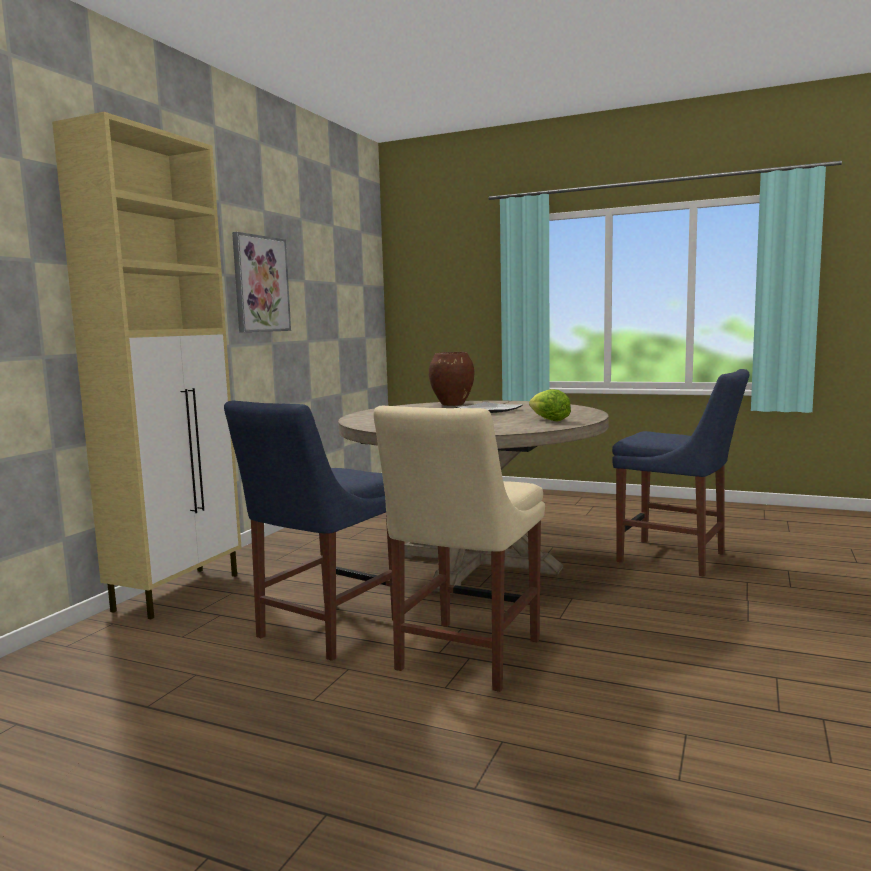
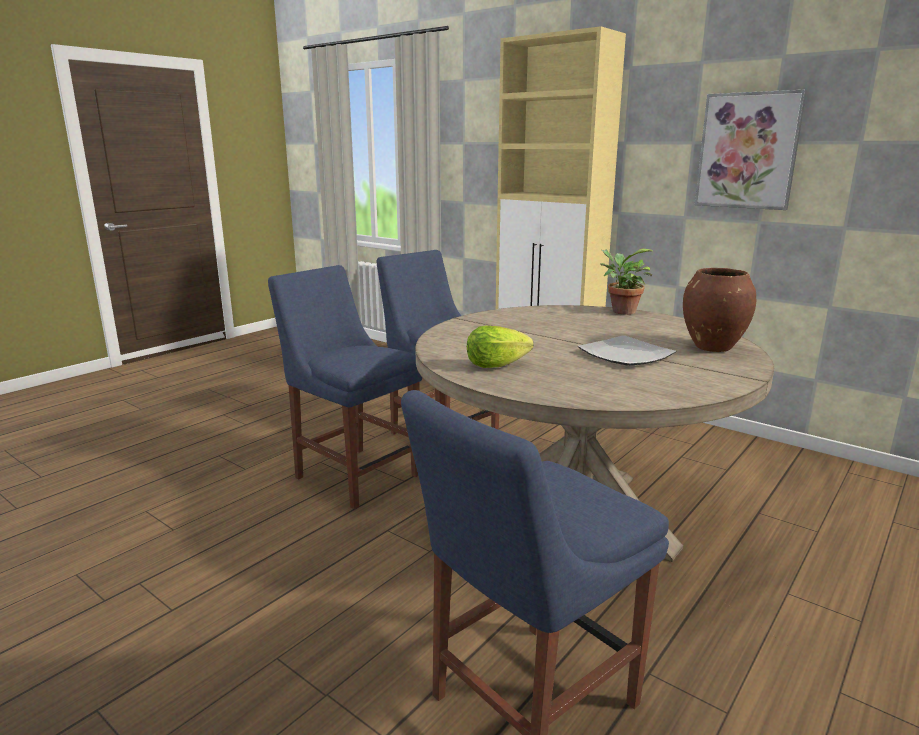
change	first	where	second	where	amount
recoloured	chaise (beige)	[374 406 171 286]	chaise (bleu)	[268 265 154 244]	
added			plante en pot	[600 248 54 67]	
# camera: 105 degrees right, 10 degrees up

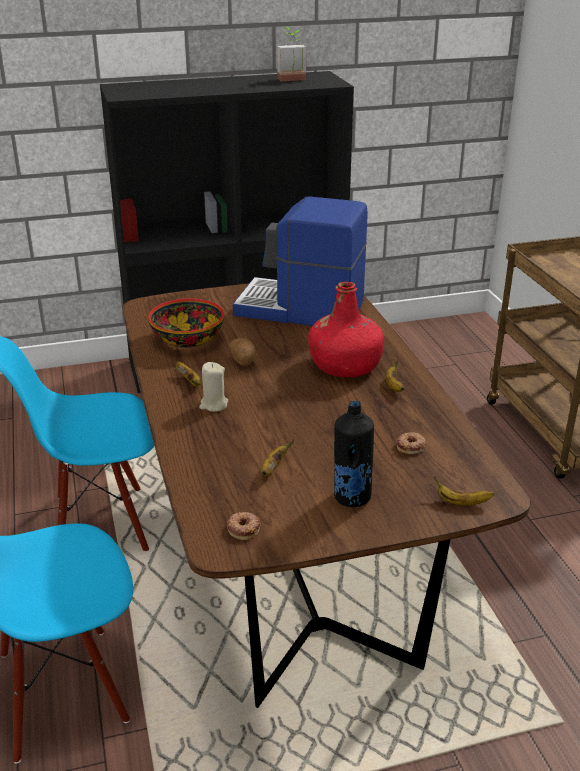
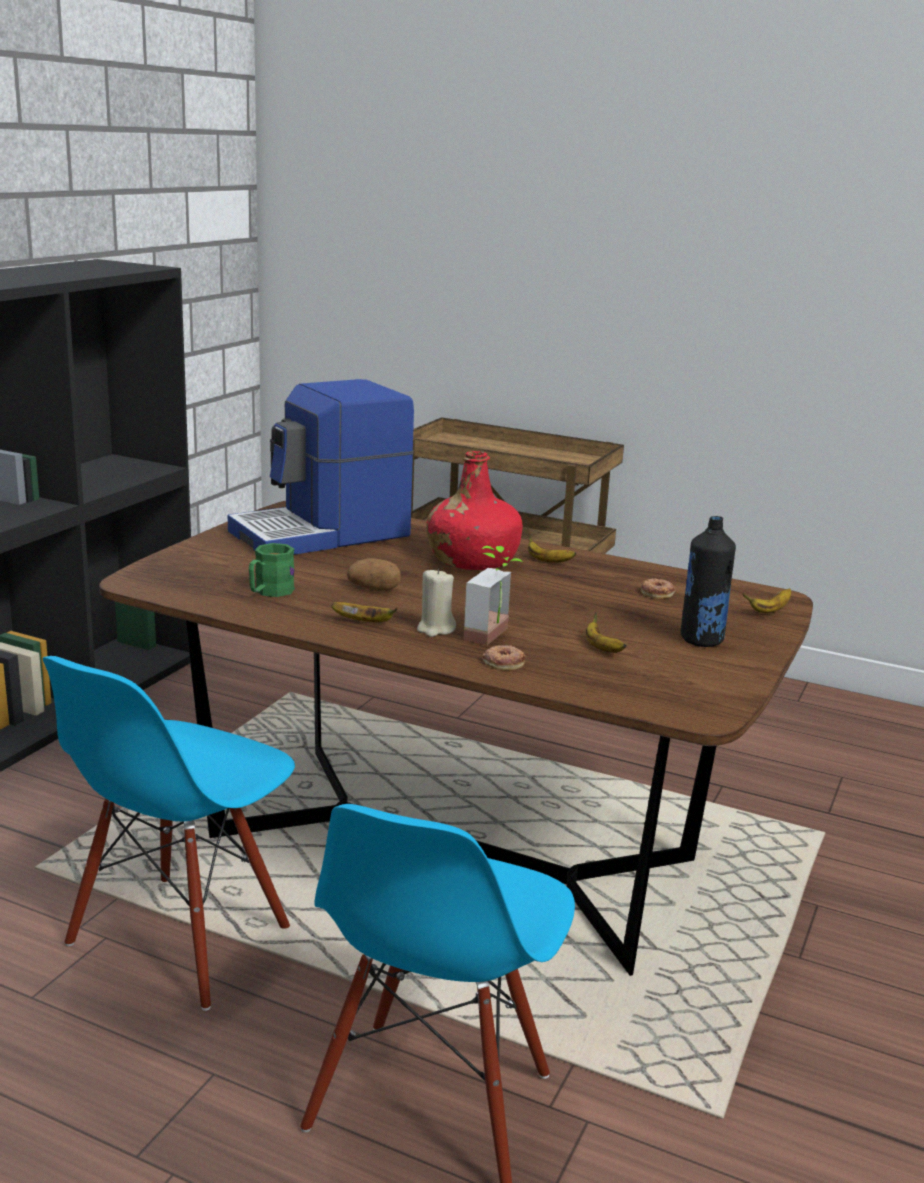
change	first	where	second	where	amount
replaced	bol	[148 298 76 50]	mug (vert)	[249 543 46 54]	
moved	plante en pot	[277 27 29 54]		[464 546 59 99]	
moved	beignet	[227 512 34 28]		[483 645 42 25]	
# camera: 50 degrees left, 10 degrees down

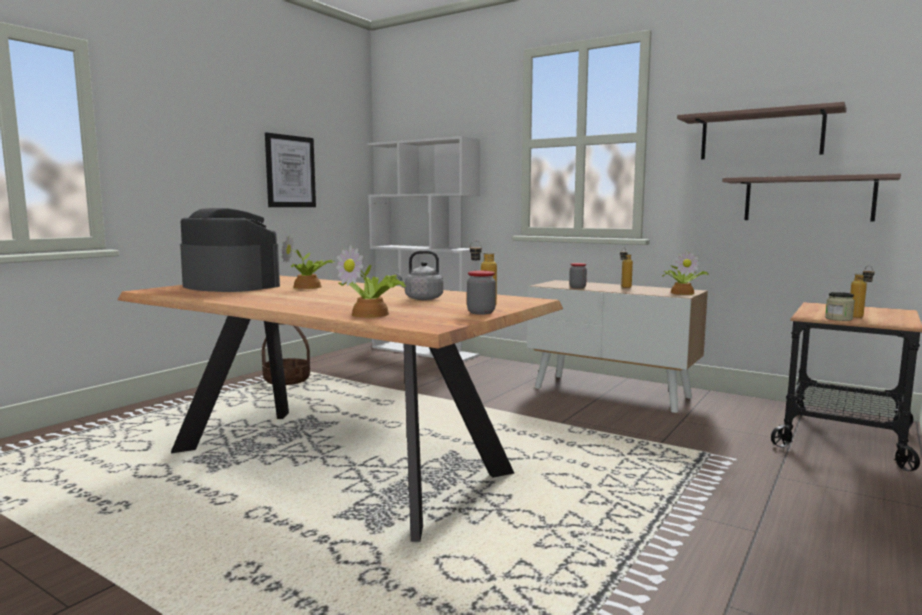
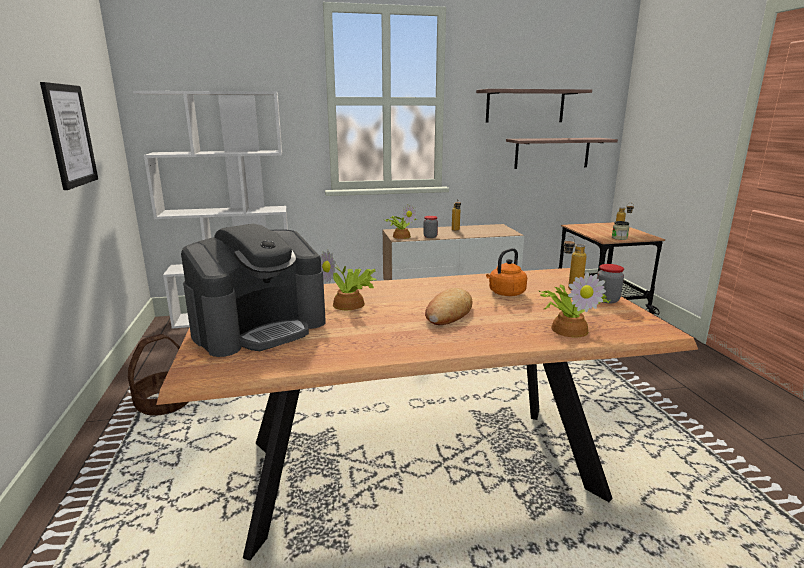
change	first	where	second	where	amount
turned	machine à café	[180 208 100 84]		[181 223 145 134]	150 degrees clockwise
moved	plante en pot	[662 251 47 44]		[383 204 35 35]	
added			pain	[425 288 48 37]	
recoloured	bouilloire (gris)	[395 251 48 49]	bouilloire (orange)	[486 248 41 48]	
# camera: 45 degrees left, 10 degrees up

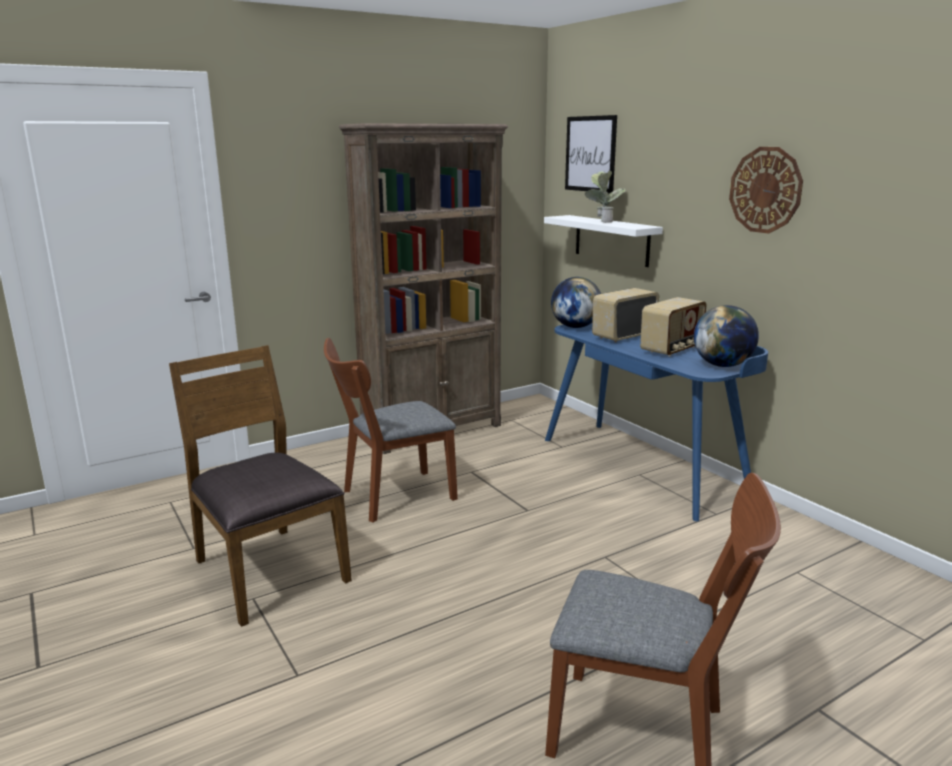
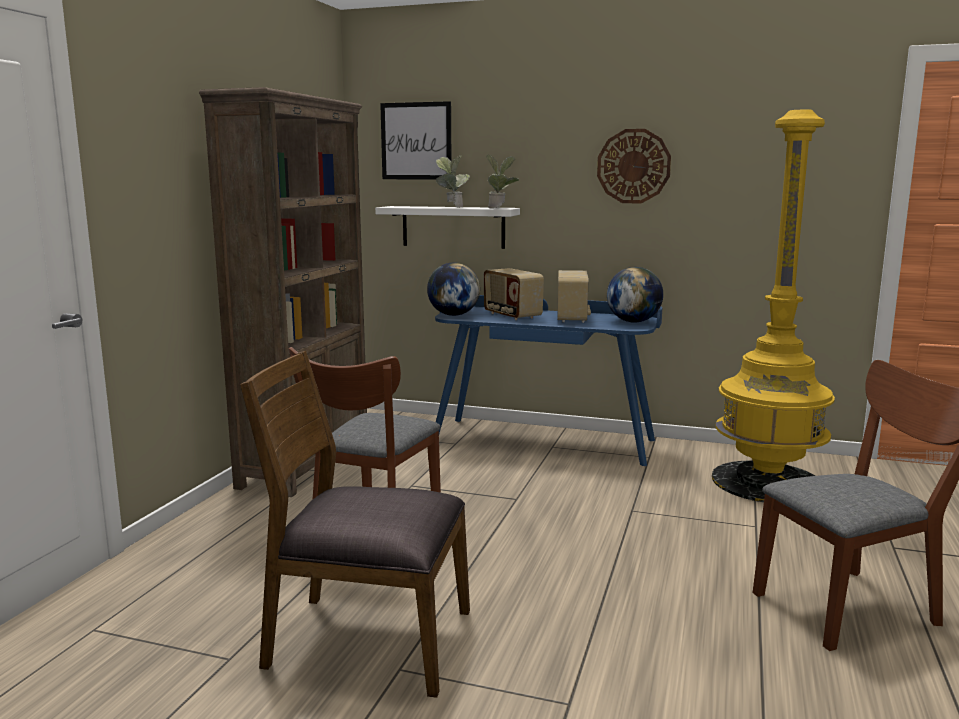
change	first	where	second	where	amount
turned	radio	[592 288 67 54]		[484 268 60 52]	45 degrees counterclockwise
added			plante en pot	[486 155 33 53]	
added			lampadaire (jaune)	[712 110 123 392]	
# camera: 40 degrees left, 5 degrees down

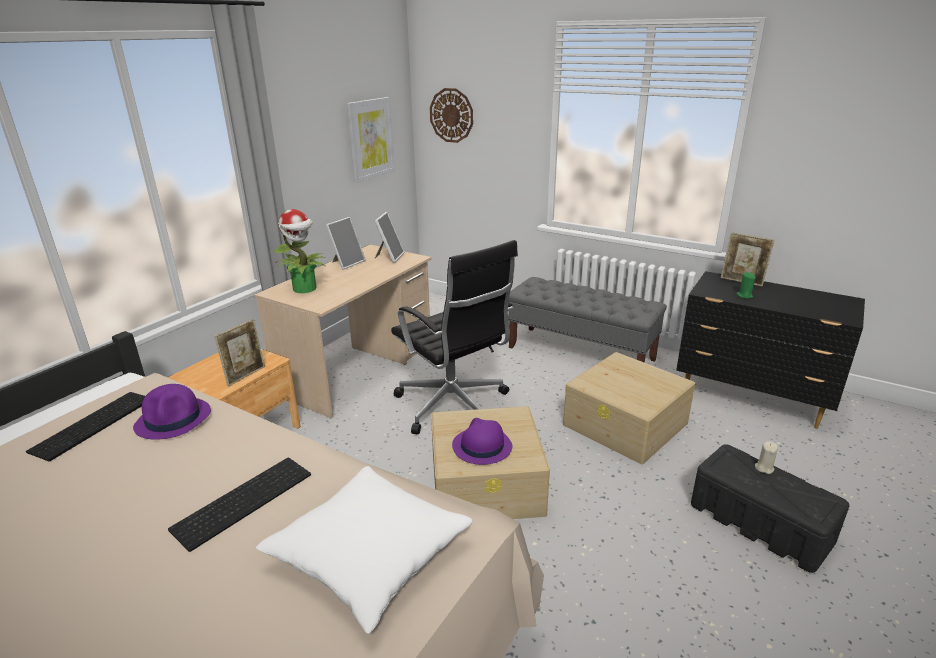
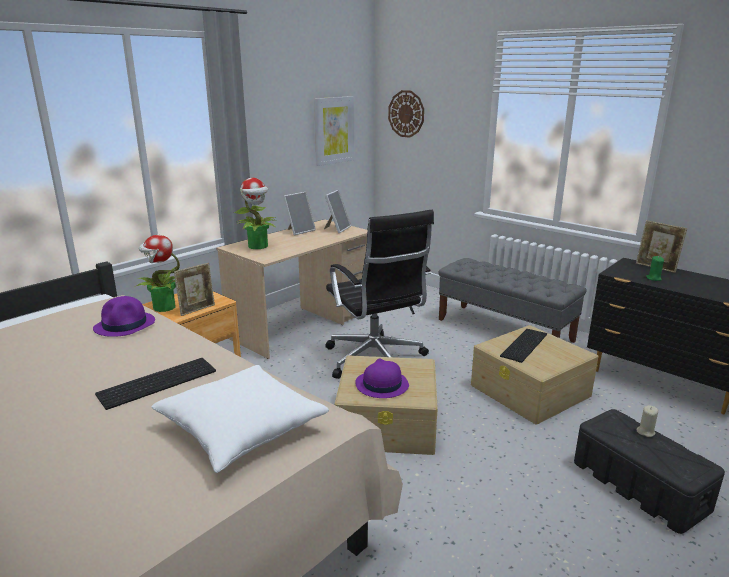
change	first	where	second	where	amount
added			plante en pot	[134 235 46 77]	
moved	clavier	[26 392 119 69]		[500 329 47 34]	
# camera: 10 degrees right, 5 degrees down

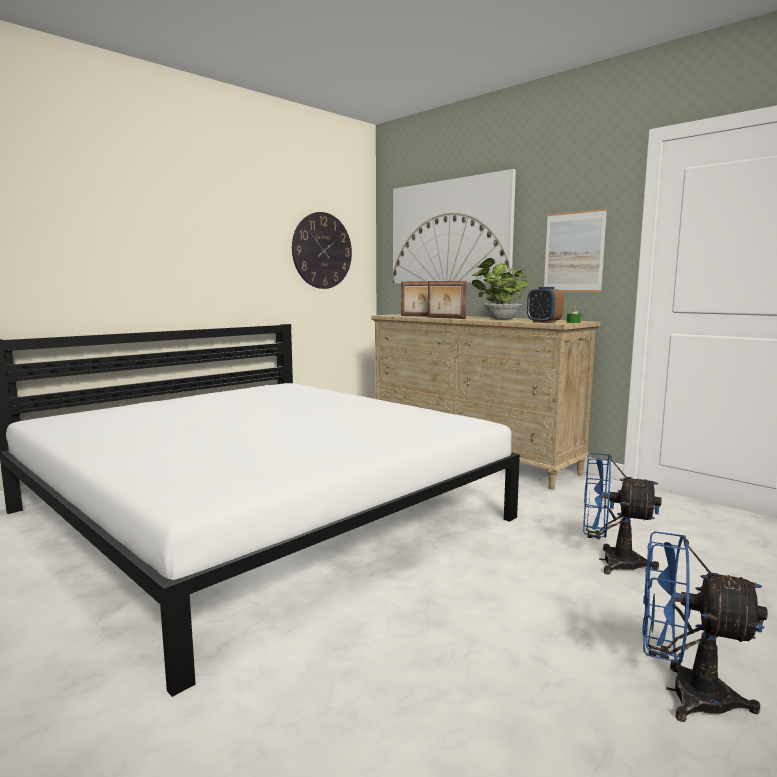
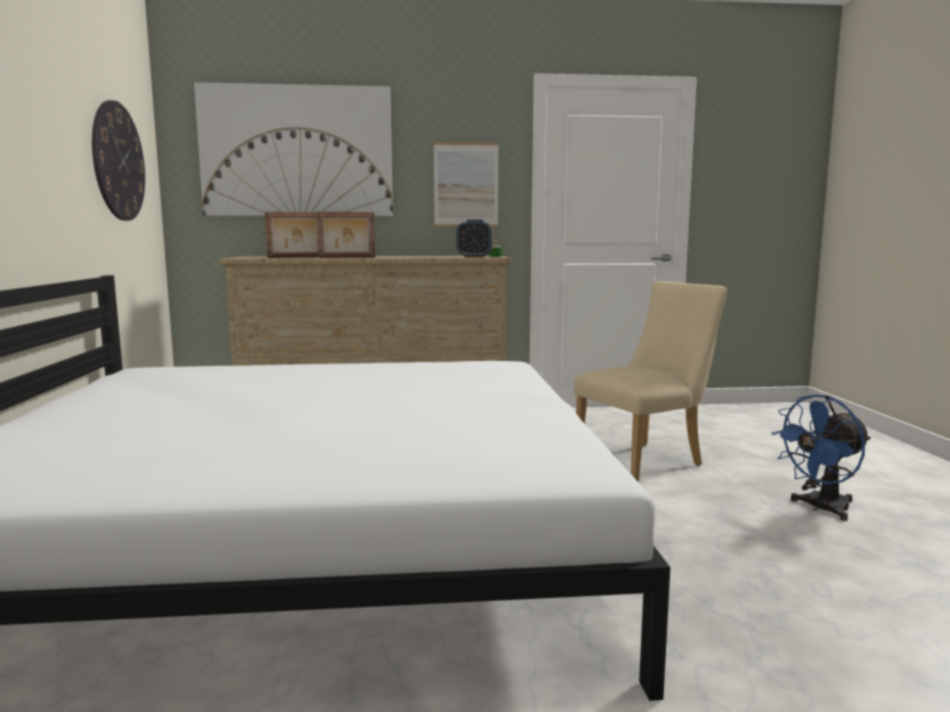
change	first	where	second	where	amount
replaced	ventilateur (bleu)	[583 453 79 122]	chaise (beige)	[574 281 153 201]	
removed	plante en pot	[472 258 57 62]			
# camera: 50 degrees left, 0 degrees up

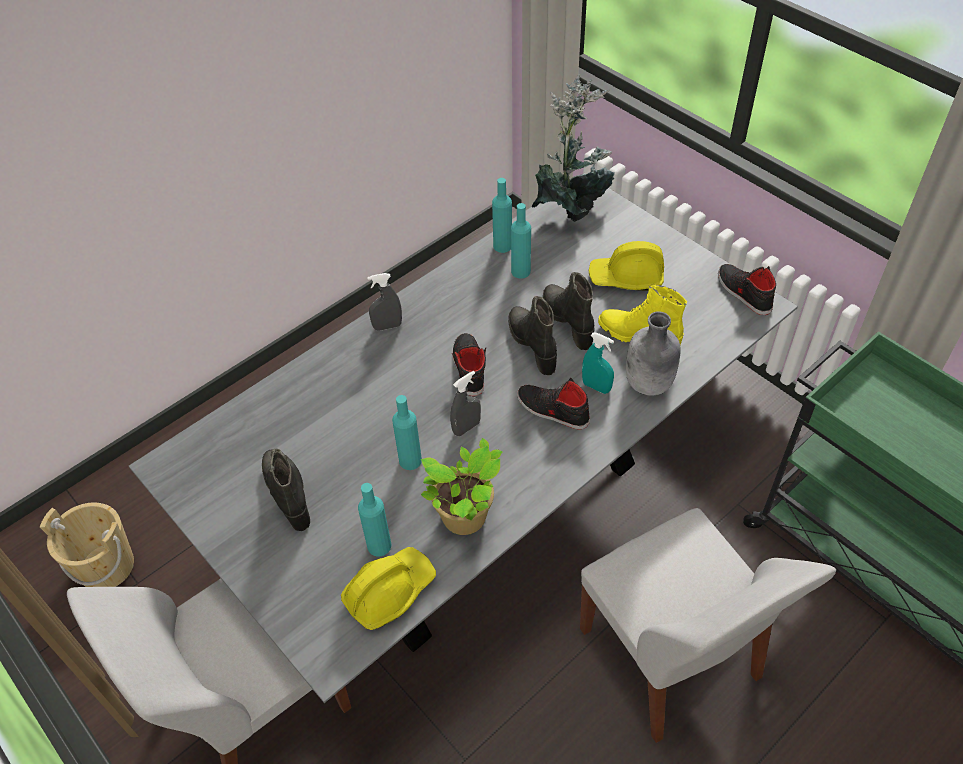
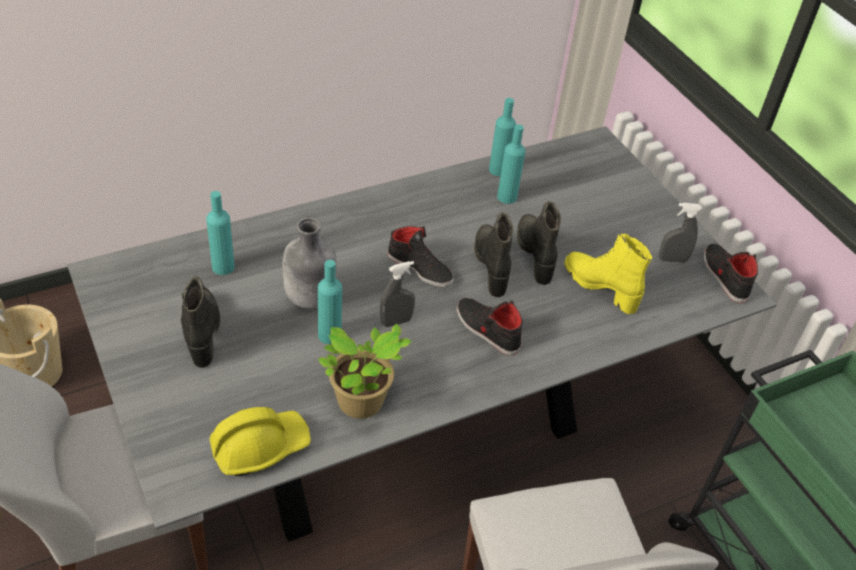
change	first	where	second	where	amount
moved	bouteille (turquoise)	[358 483 33 73]		[206 191 29 84]	
moved	bouteille (gris)	[626 311 55 84]		[282 218 55 91]	
turned	chaussure (noir)	[452 333 34 63]		[387 226 67 61]	120 degrees clockwise
moved	vaporisateur (gris)	[367 273 35 58]		[659 203 43 60]	
removed	plante en pot	[532 74 83 148]			
removed	vaporisateur (turquoise)	[582 333 32 61]			
removed	casque de chantier (jaune)	[589 241 75 50]			
# camera: 10 degrees right, 5 degrees down

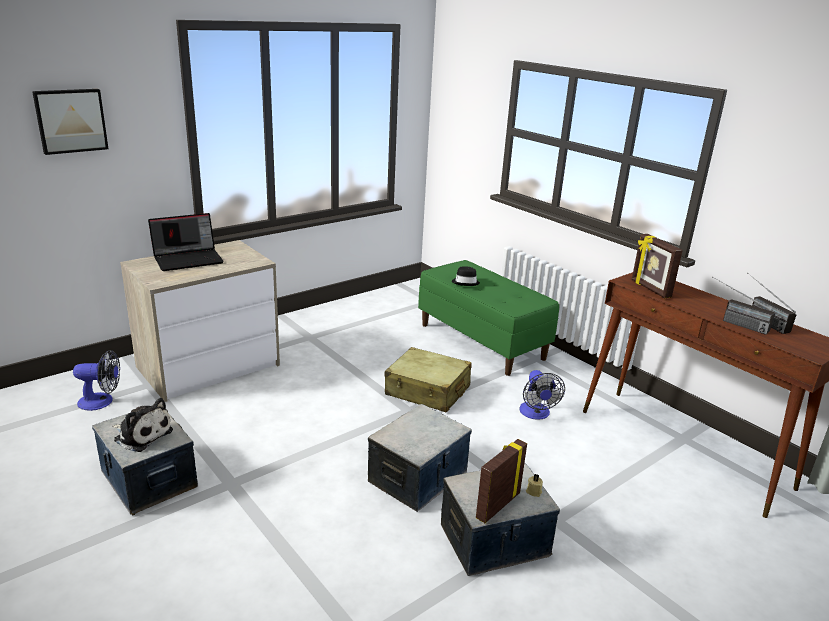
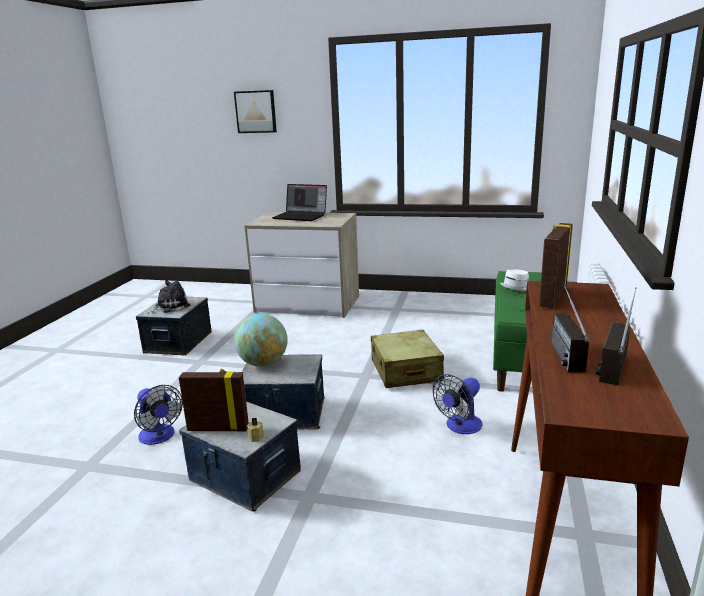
change	first	where	second	where	amount
moved	ventilateur	[73 350 47 61]		[134 385 49 60]	
turned	peluche	[112 398 61 54]		[147 280 43 34]	120 degrees counterclockwise
added			globe	[234 314 54 53]	
recoloured	chapeau (noir)	[452 266 28 20]	chapeau (blanc)	[500 270 29 21]	
# camera: 55 degrees right, 5 degrees down

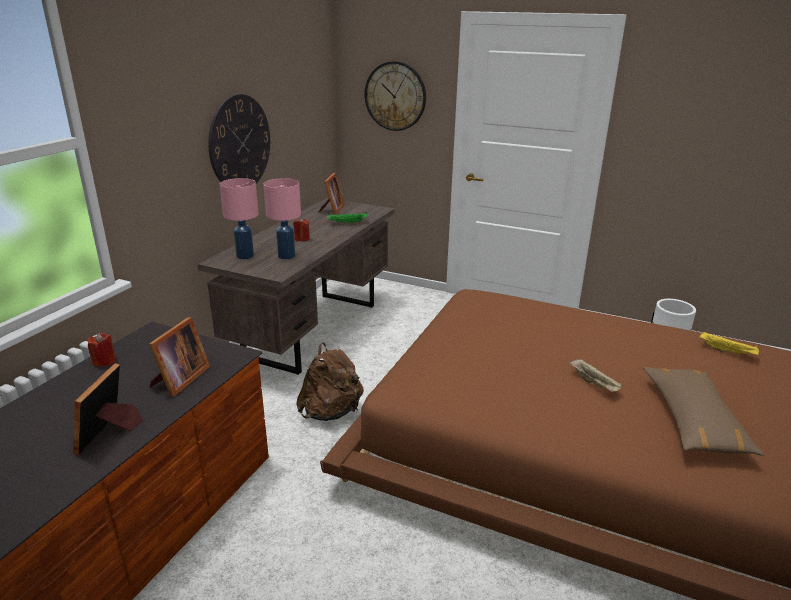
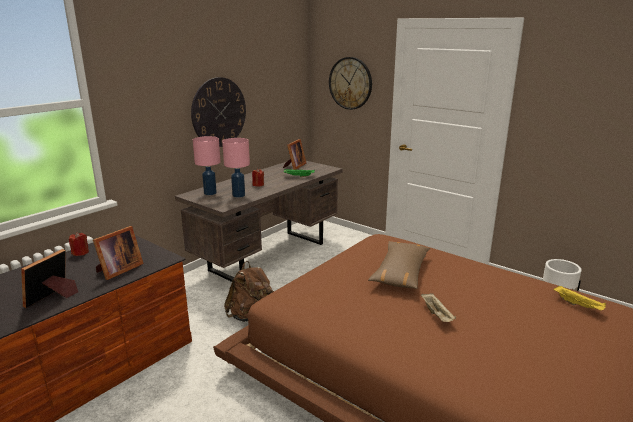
change	first	where	second	where	amount
moved	coussin (marron)	[643 367 121 88]		[368 241 62 48]	
# camera: 15 degrees right, 5 degrees down

